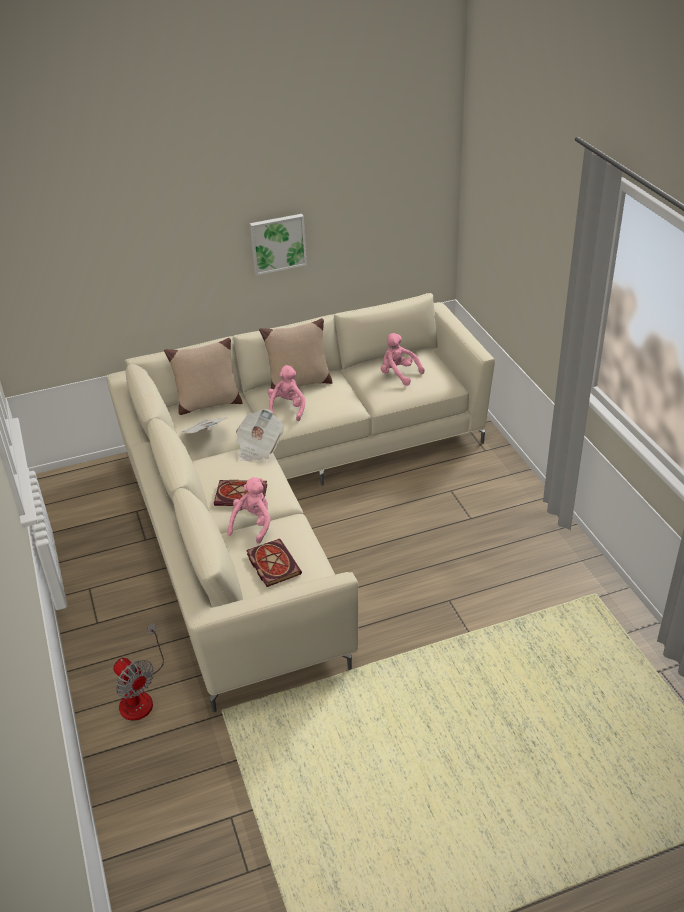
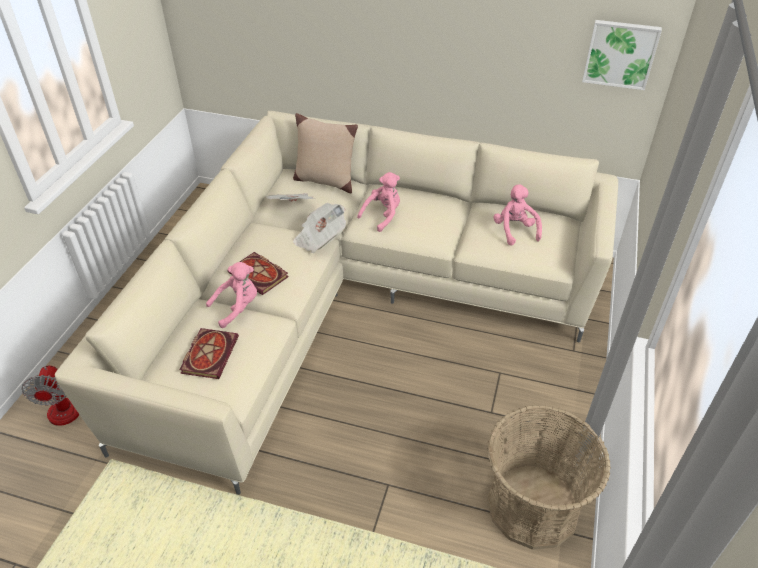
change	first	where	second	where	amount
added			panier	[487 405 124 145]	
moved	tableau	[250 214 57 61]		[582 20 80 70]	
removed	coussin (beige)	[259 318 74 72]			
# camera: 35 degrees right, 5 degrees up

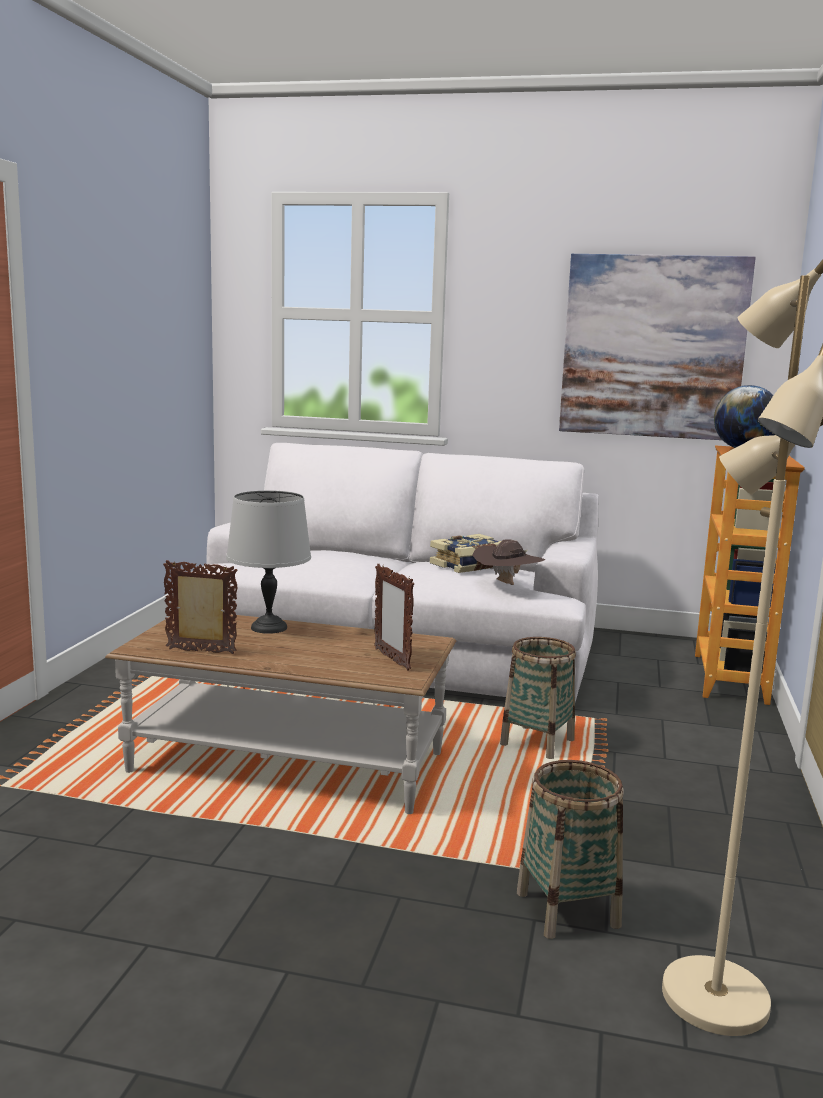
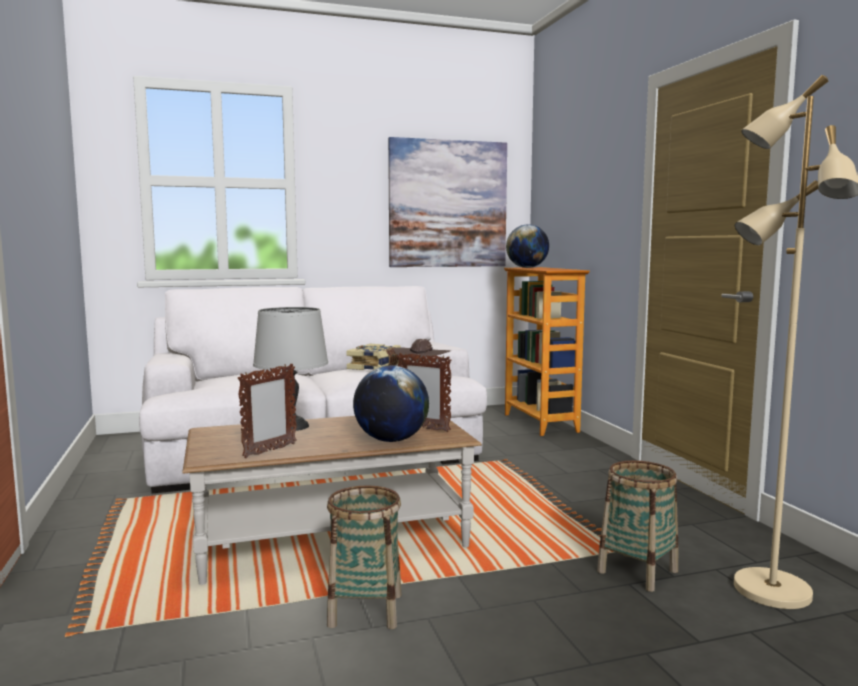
change	first	where	second	where	amount
turned	cadre photo	[163 560 75 94]		[238 364 59 94]	150 degrees clockwise
moved	panier	[500 637 76 122]		[327 485 75 144]	
added			globe	[353 366 76 76]	
# camera: 30 degrees left, 5 degrees down

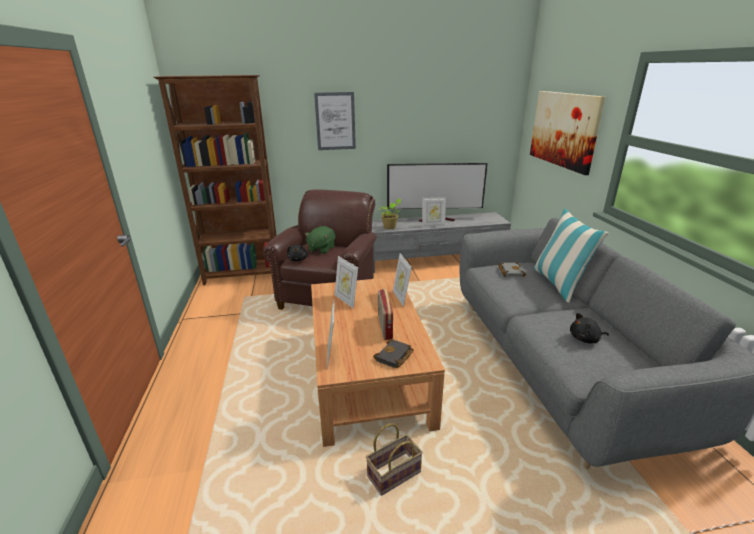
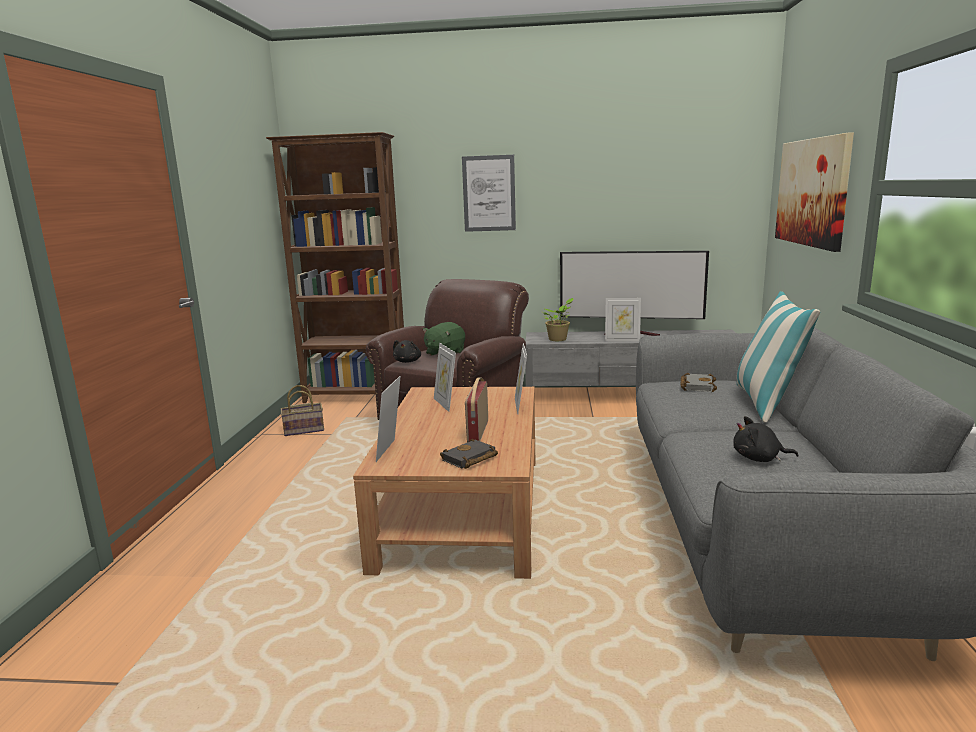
change	first	where	second	where	amount
moved	panier	[366 423 57 73]		[281 385 43 51]	
# camera: 15 degrees right, 10 degrees down

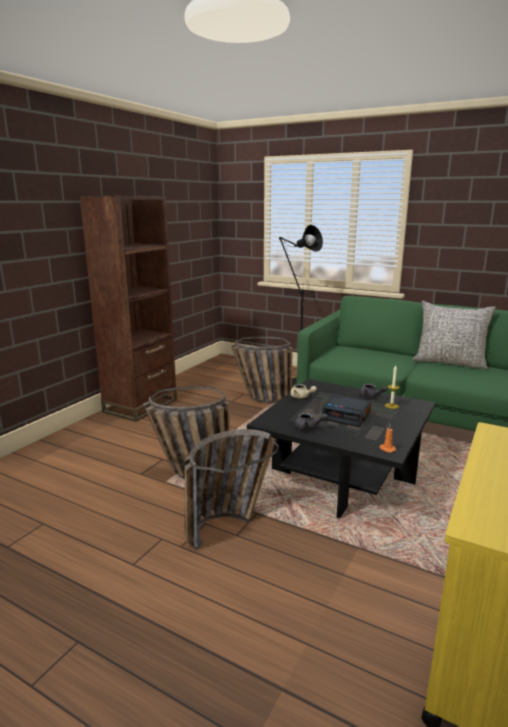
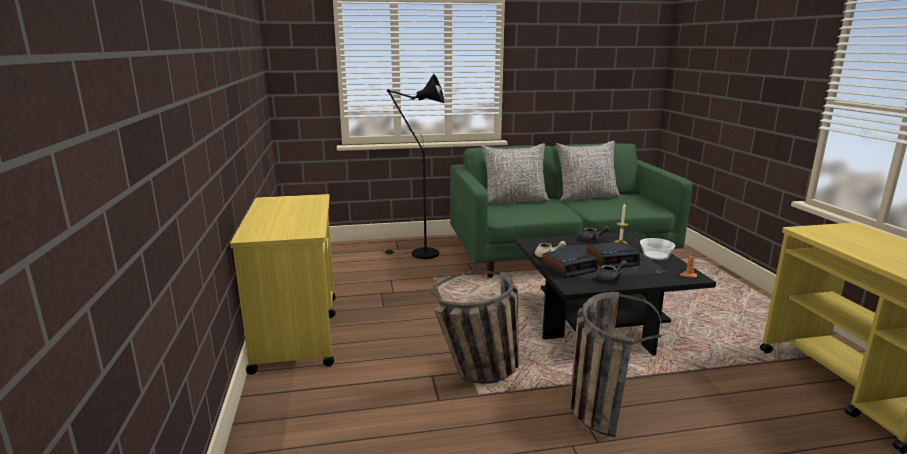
change	first	where	second	where	amount
replaced	bibliothèque (marron)	[79 196 98 226]	chariot (jaune)	[230 194 106 181]	
added			coussin (gris)	[481 143 68 62]	
added			réveil	[542 247 56 31]	
added			bol	[640 238 35 22]	
removed	panier	[231 337 62 66]			
# camera: 40 degrees left, 0 degrees up

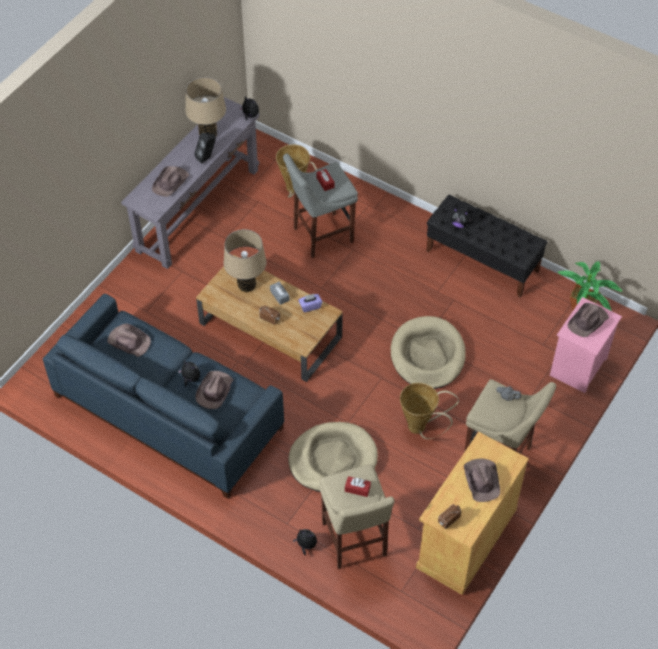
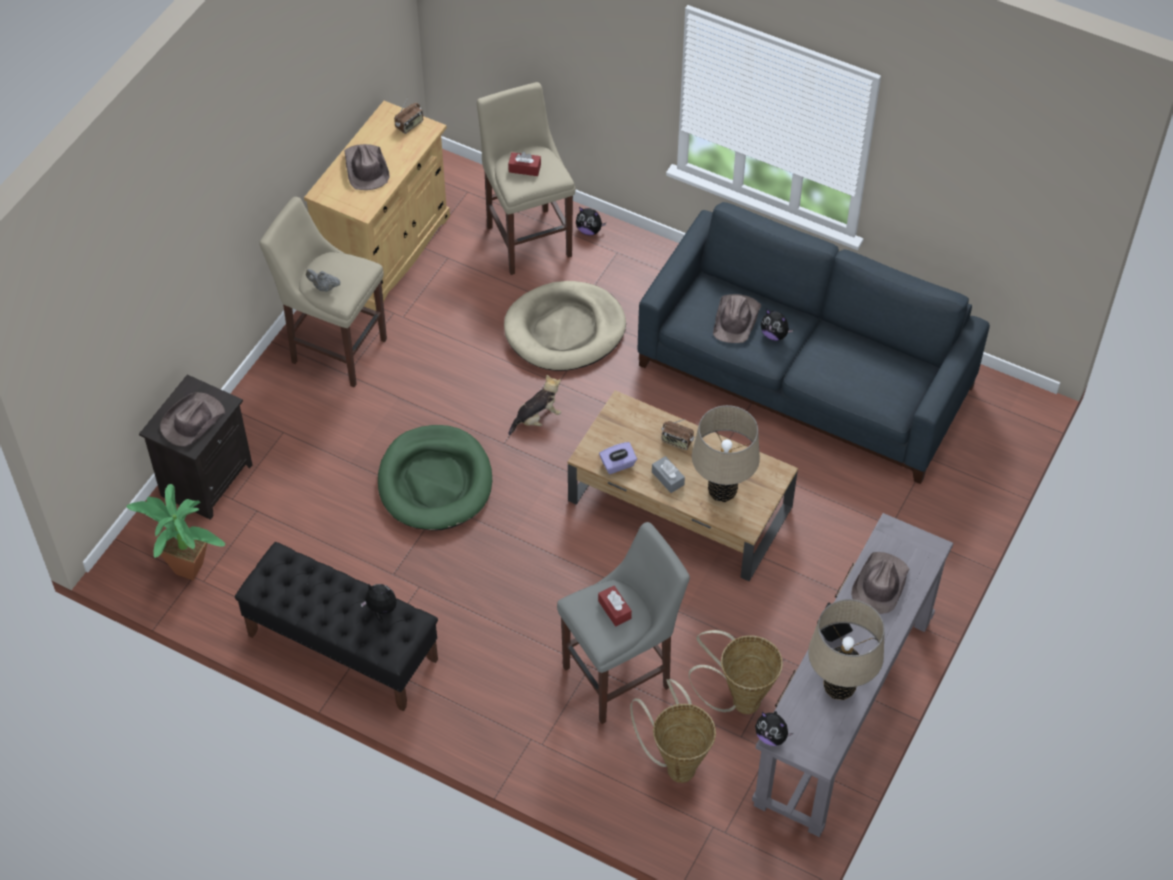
change	first	where	second	where	amount
recoloured	table de chevet (rose)	[550 297 72 96]	table de chevet (noir)	[139 374 114 146]	
recoloured	panier pour chien (beige)	[391 316 75 73]	panier pour chien (vert)	[378 425 114 106]	
added			peluche	[509 375 52 60]	
moved	panier	[400 383 59 56]		[689 630 94 84]	
removed	chapeau (marron)	[107 324 44 33]			
# camera: 175 degrees right, 0 degrees up

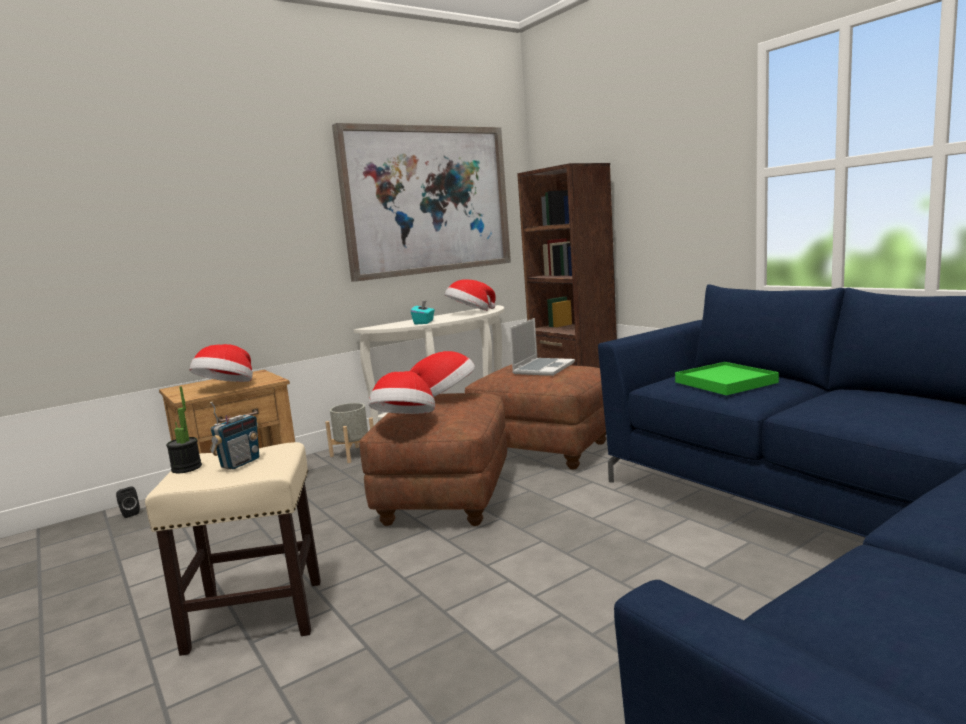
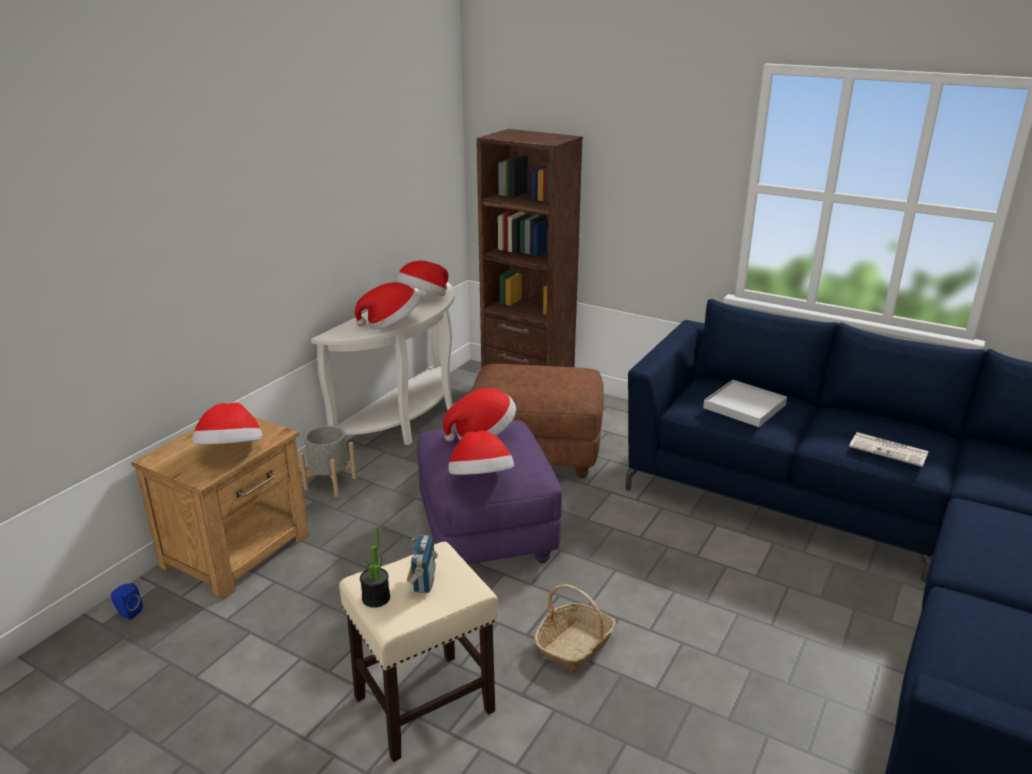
change	first	where	second	where	amount
recoloured	enceinte (noir)	[116 486 24 32]	enceinte (bleu)	[111 583 32 37]	
replaced	boîte à mouchoirs (turquoise)	[411 300 24 25]	chapeau	[355 282 65 47]	
recoloured	pouf (marron)	[360 393 147 133]	pouf (violet)	[417 420 145 144]	
added			panier	[534 584 82 88]	
recoloured	plateau (vert)	[675 362 104 33]	plateau (blanc)	[703 380 84 47]	
added			journal	[849 432 80 35]	
removed	tableau	[332 123 179 159]			
removed	ordinateur portable	[510 318 65 58]			
# camera: 25 degrees left, 15 degrees up

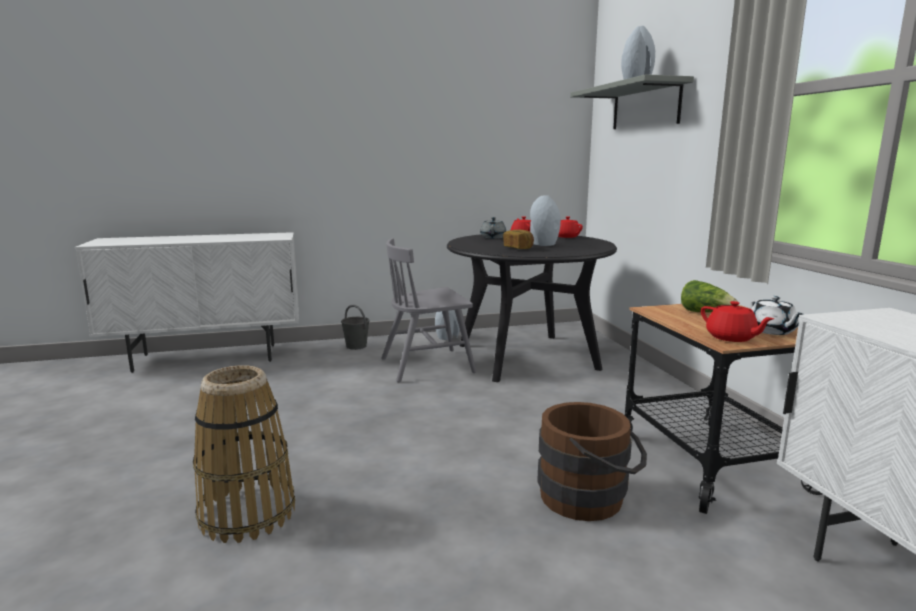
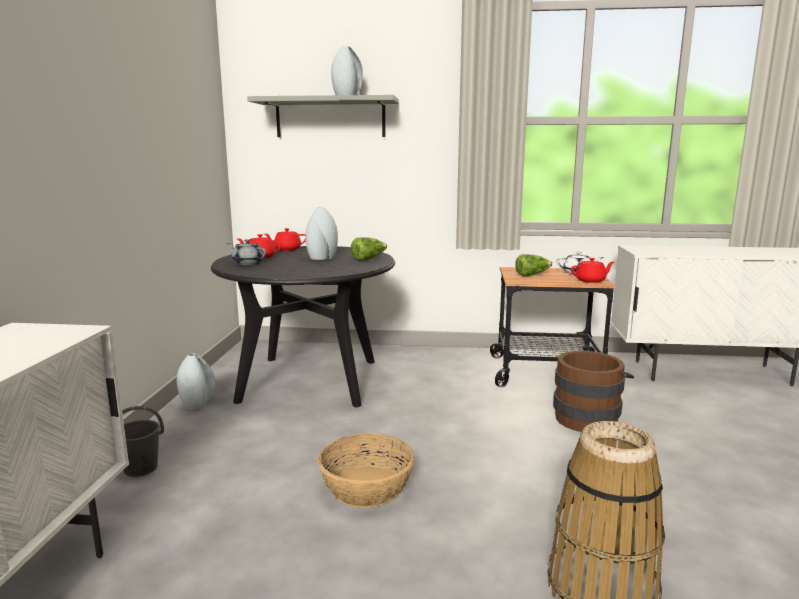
change	first	where	second	where	amount
added			panier	[318 433 97 75]	
added			laitue	[351 237 36 24]	
removed	chaise (gris)	[381 238 95 144]			
removed	pain	[503 230 31 19]			
# camera: 70 degrees left, 0 degrees up

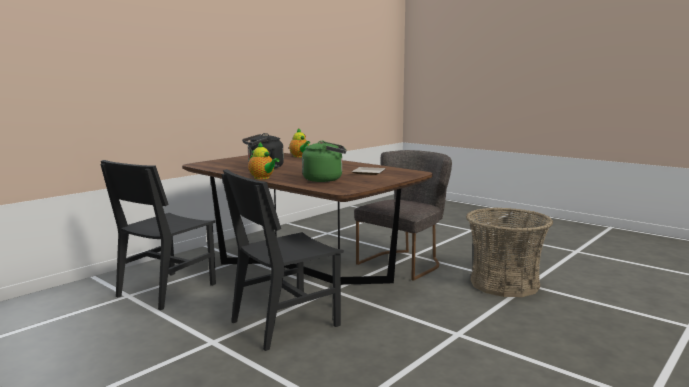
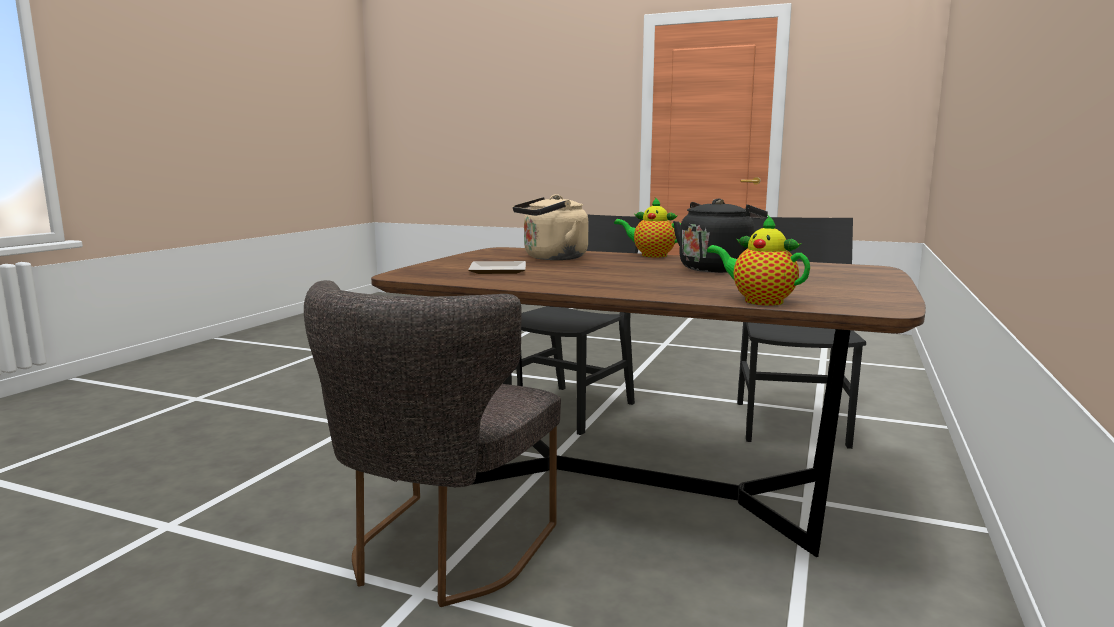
change	first	where	second	where	amount
recoloured	bouilloire (vert)	[302 141 44 41]	bouilloire (beige)	[513 194 75 66]	
removed	panier	[466 207 87 90]			
# camera: 160 degrees right, 0 degrees up

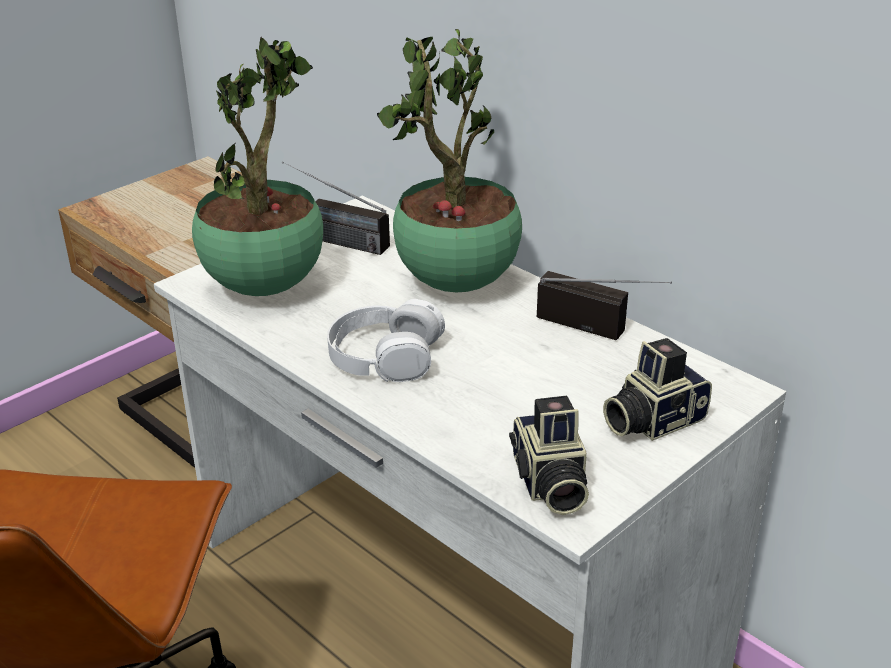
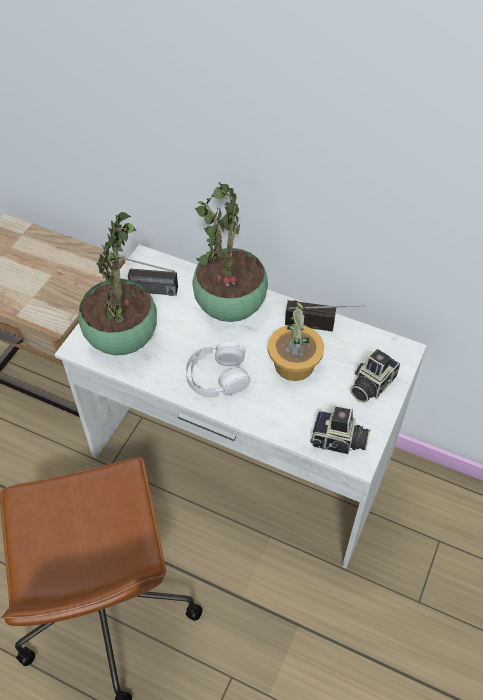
change	first	where	second	where	amount
added			plante en pot	[267 300 58 81]	
turned	appareil photo	[509 396 80 119]		[310 407 60 47]	45 degrees counterclockwise
# camera: 20 degrees left, 20 degrees up

